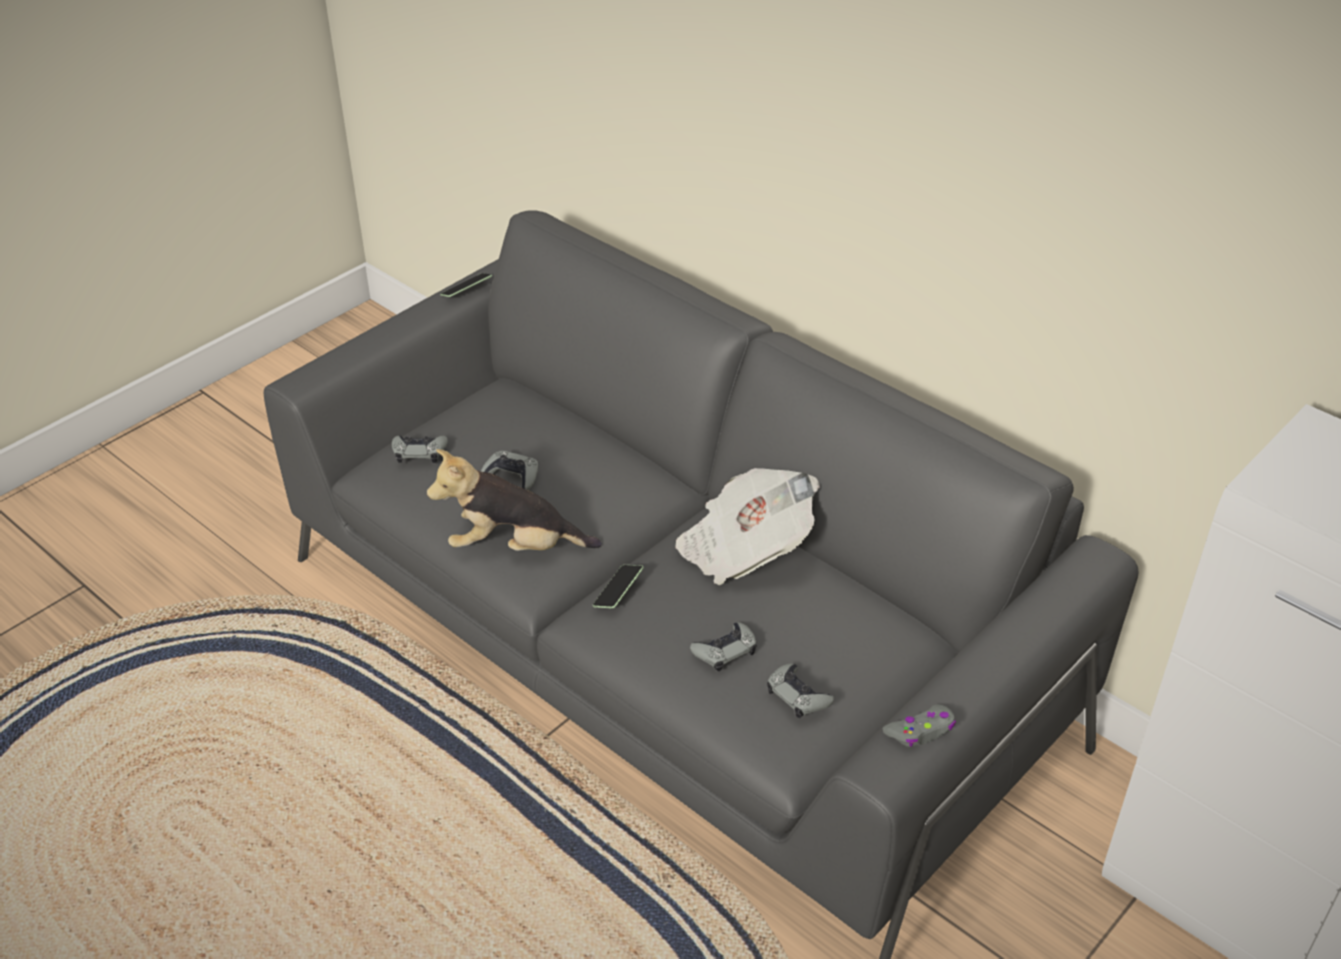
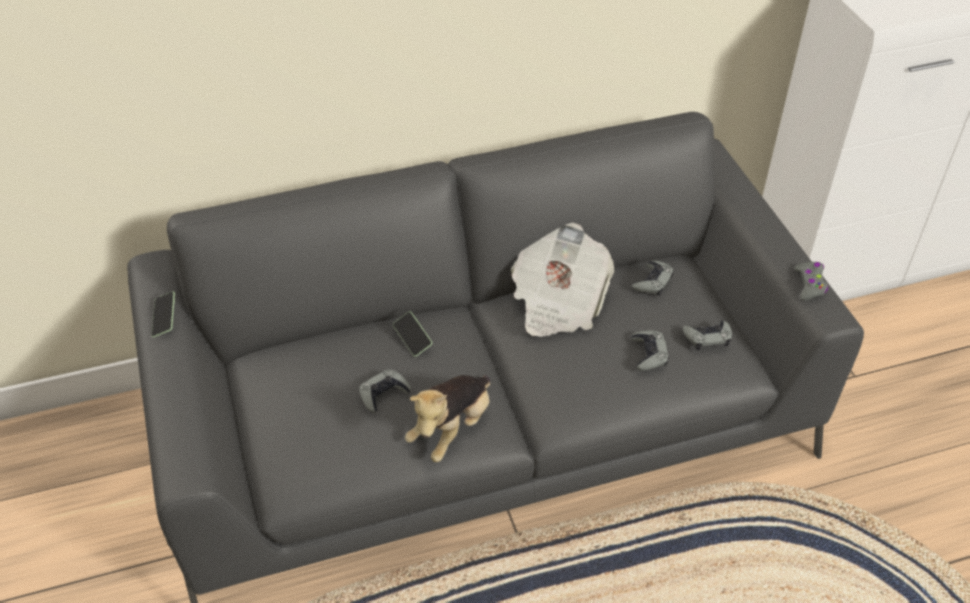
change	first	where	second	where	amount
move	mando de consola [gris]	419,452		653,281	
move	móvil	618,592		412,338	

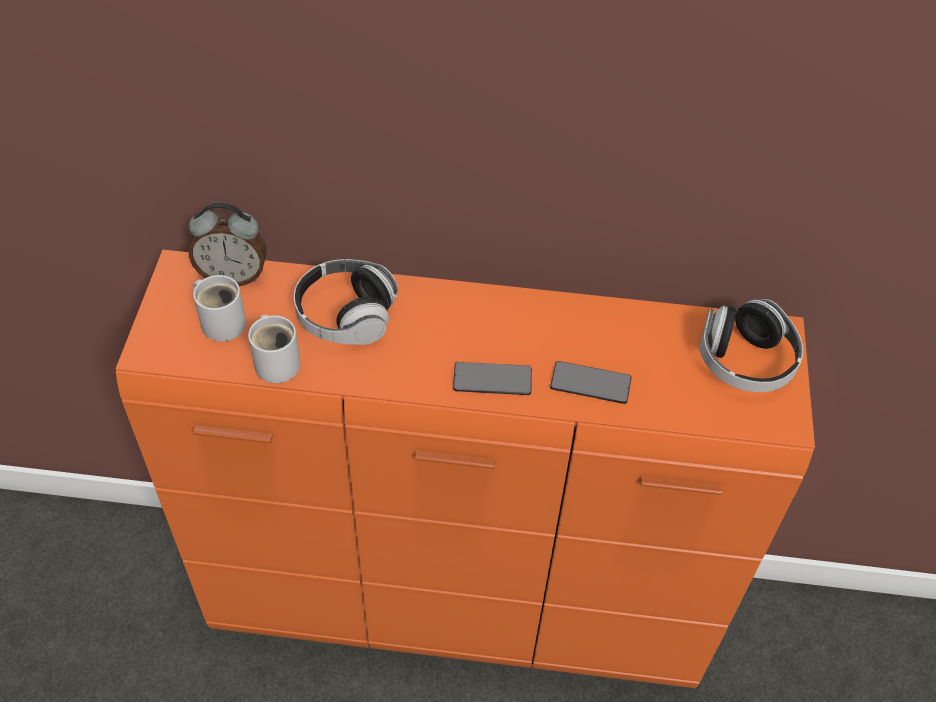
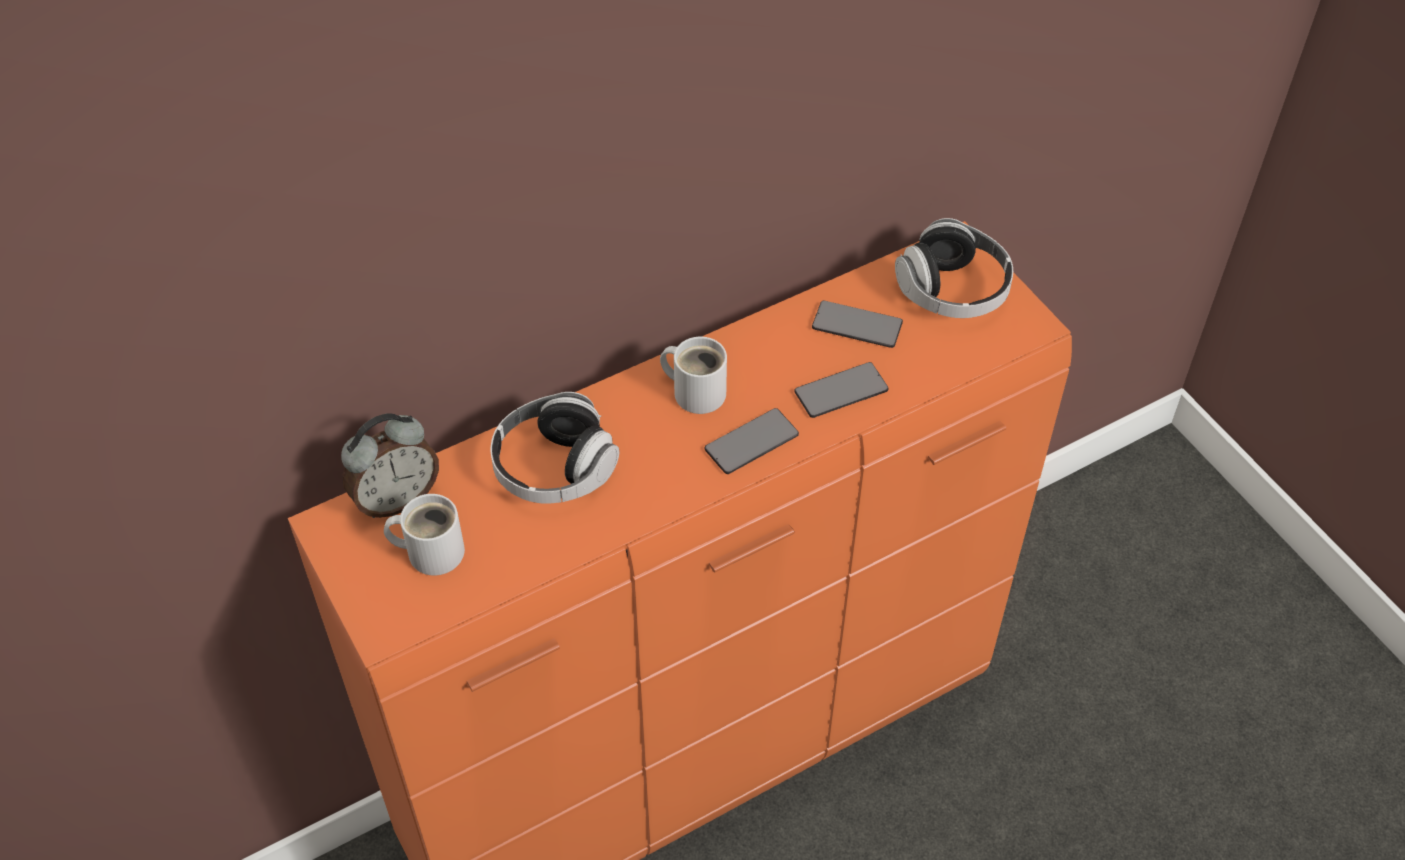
change	first	where	second	where	amount
move	taza grande [blanco]	278,361		696,390	
insert			móvil	857,325	

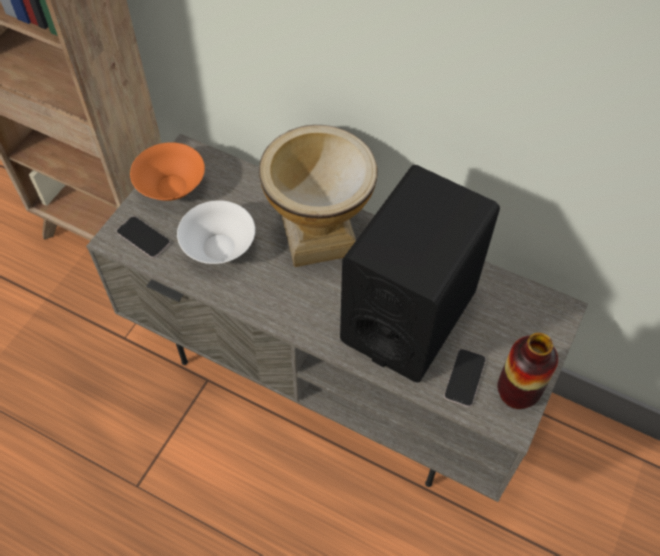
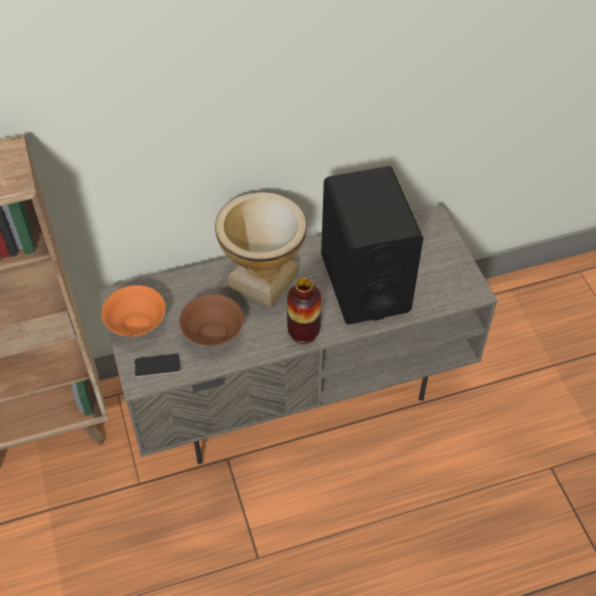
change	first	where	second	where	amount
recolor	cuenco [blanco]	220,247	cuenco [marrón]	213,333	
move	florero	517,392		303,333	
delete	móvil	465,378			

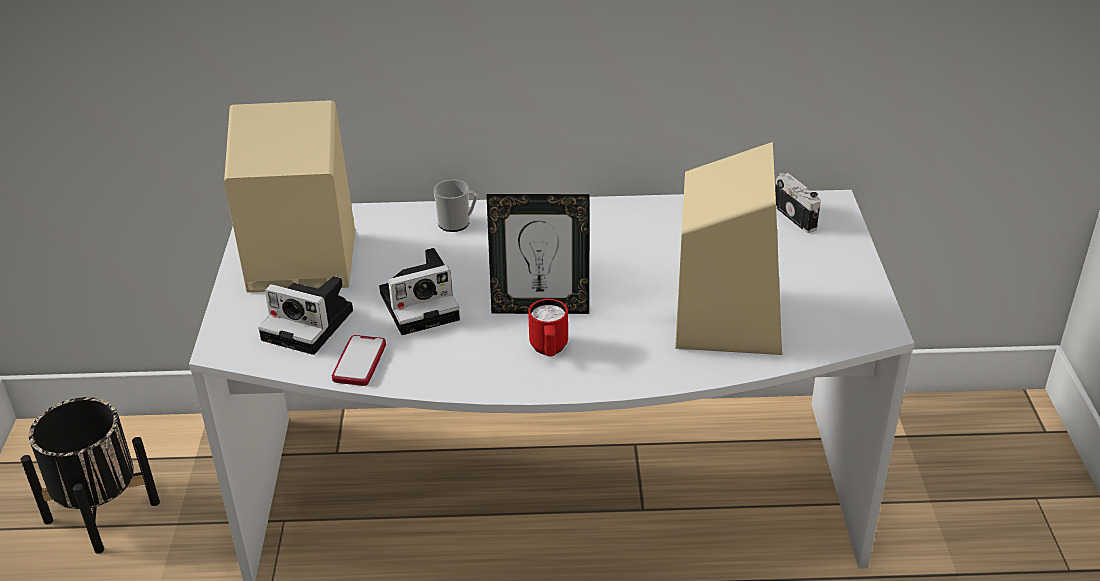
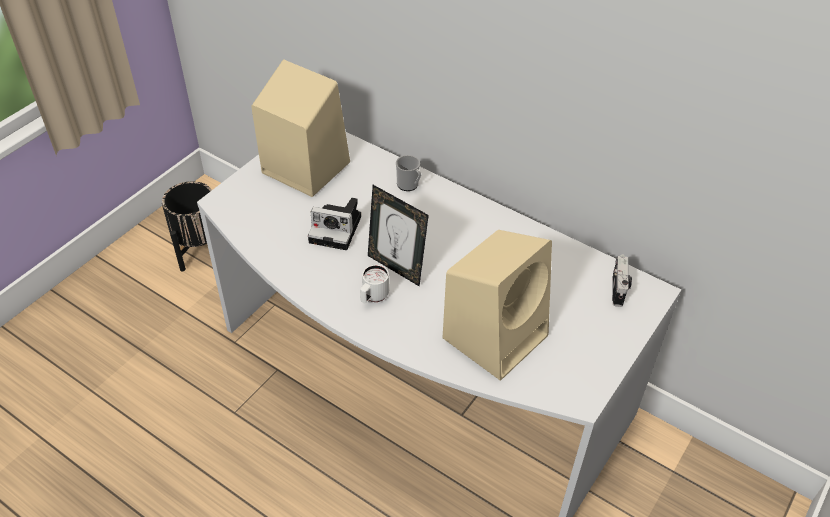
change	first	where	second	where	amount
delete	cámara	311,325			
recolor	taza grande [rojo]	549,350	taza grande [blanco]	373,297	
delete	móvil	359,362			

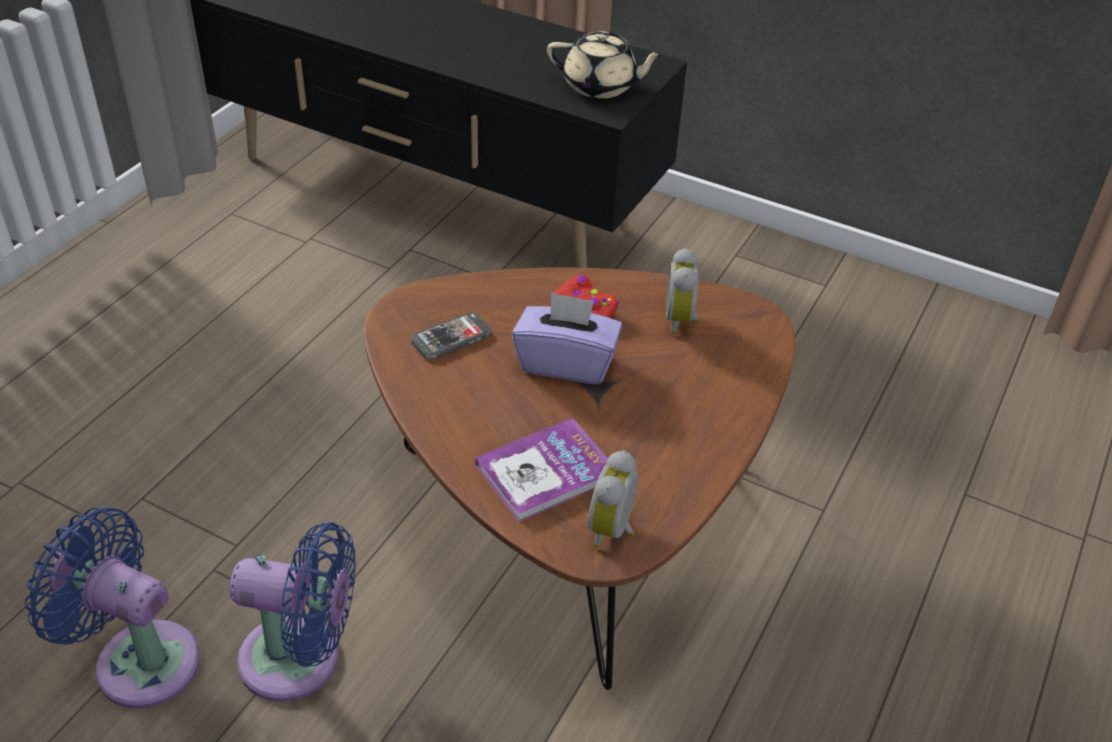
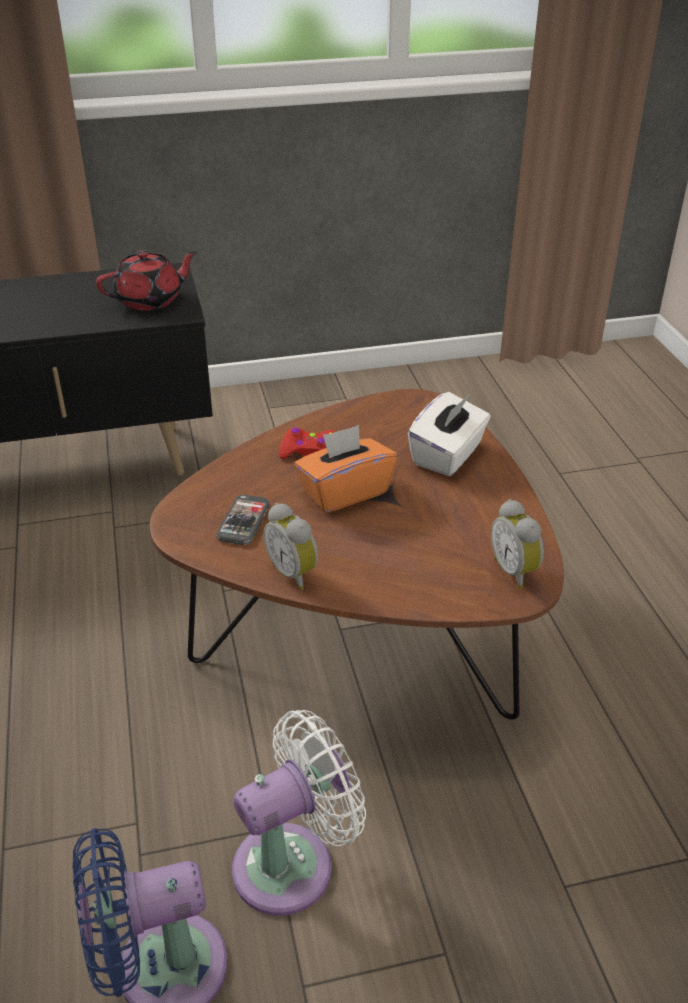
change	first	where	second	where	amount
recolor	tetera [beis]	601,86	tetera [rojo]	150,300	
move	despertador	682,320		295,572	
recolor	caja de pañuelos [morado]	566,362	caja de pañuelos [naranja]	345,492	
delete	libro	546,472			
recolor	ventilador [azul]	300,660	ventilador [blanco]	293,863	
insert			caja de pañuelos [blanco]	448,455	

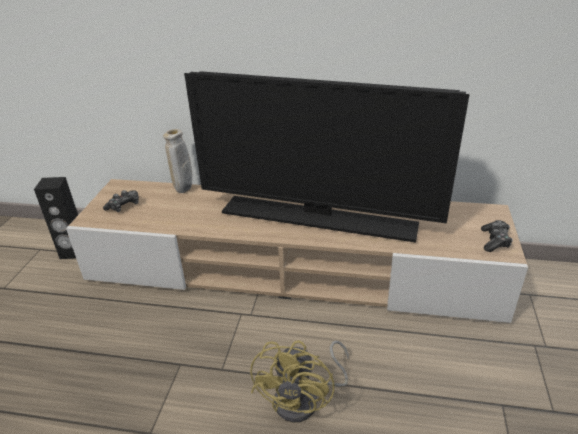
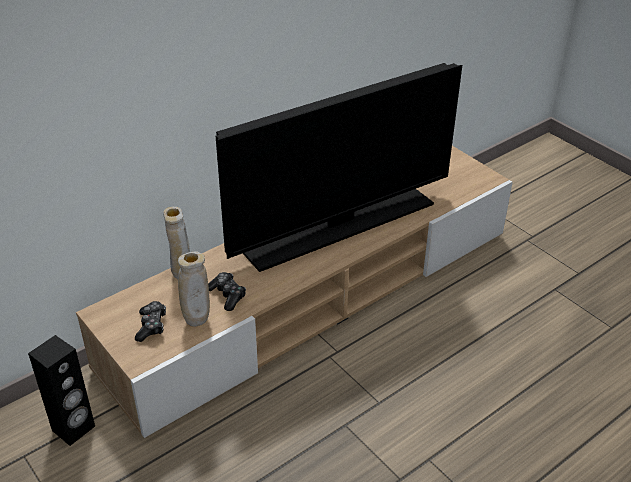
change	first	where	second	where	amount
move	mando de consola	495,241		227,295	
delete	ventilador [amarillo]	305,400			
insert			florero [beis]	197,321	

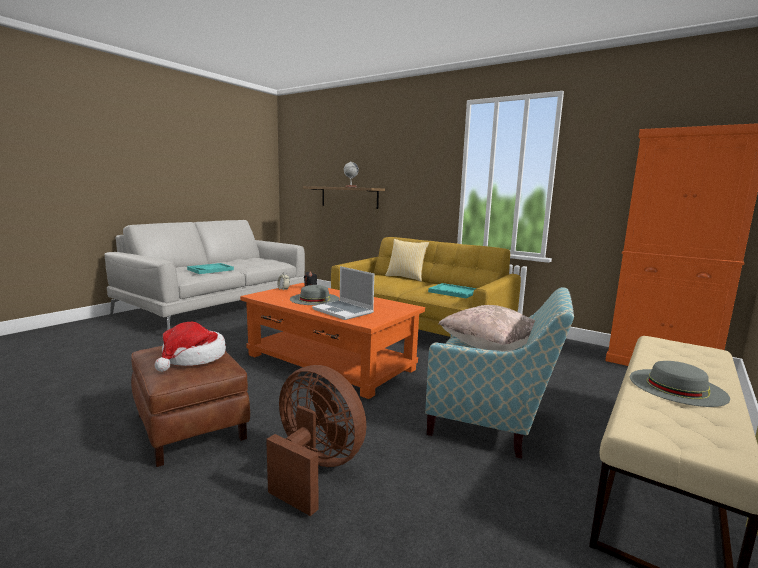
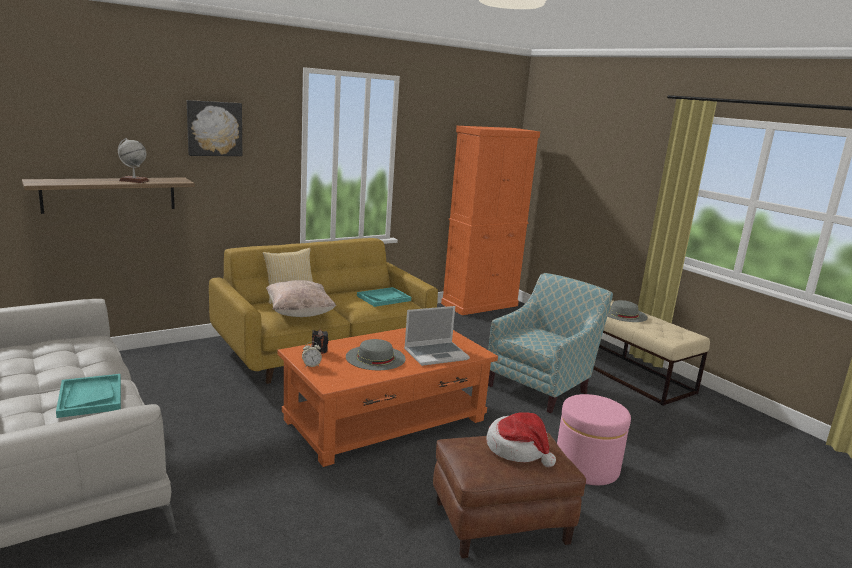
change	first	where	second	where	amount
move	cojín [beis]	490,347		299,313	
replace	ventilador [marrón]	314,469	puf [rosa]	586,467	
insert			cuadro	214,128	

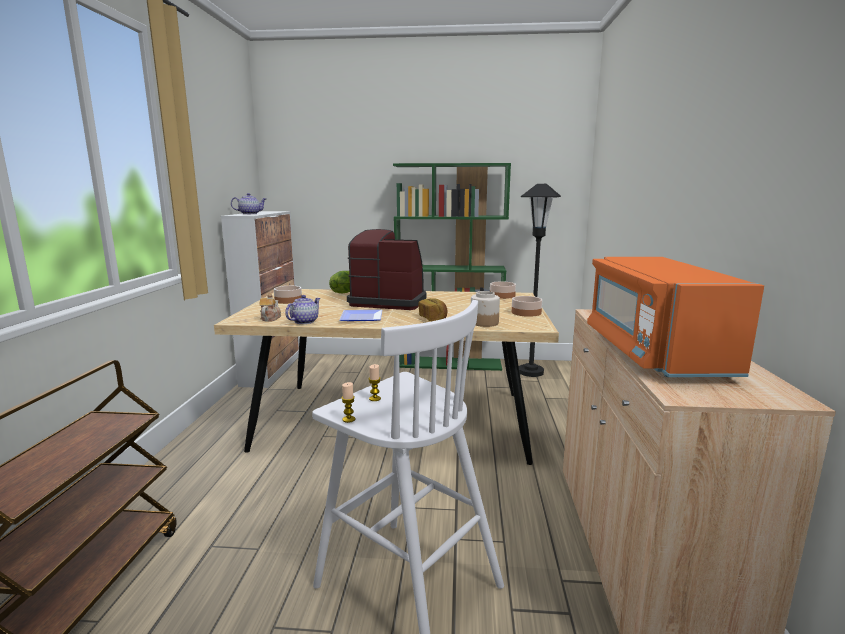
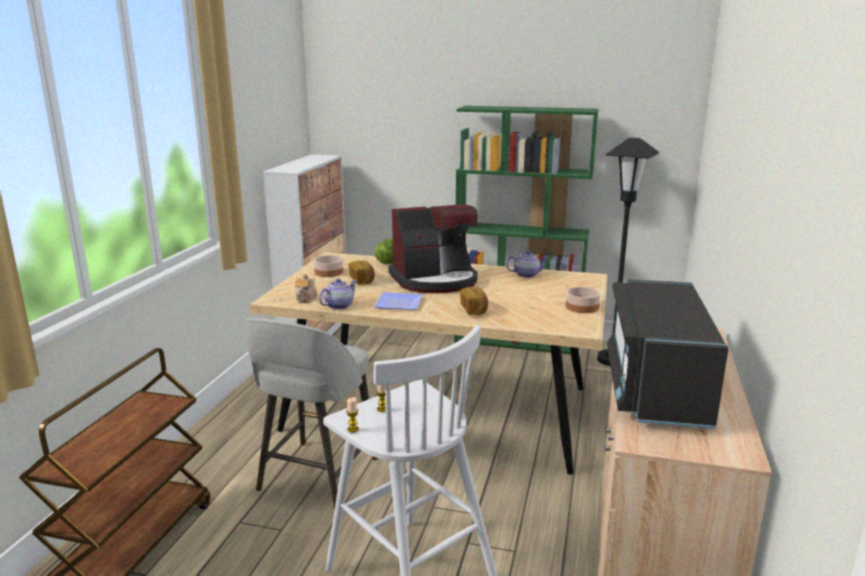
change	first	where	second	where	amount
move	tetera	250,214		526,275	
rotate	cafetera	389,302		435,280	135 degrees clockwise
recolor	microondas [naranja]	653,352	microondas [negro]	655,387	
delete	cuenco	502,296			
delete	tarro	484,323			
insert			pan	362,281	
insert			taburete [gris]	316,476	

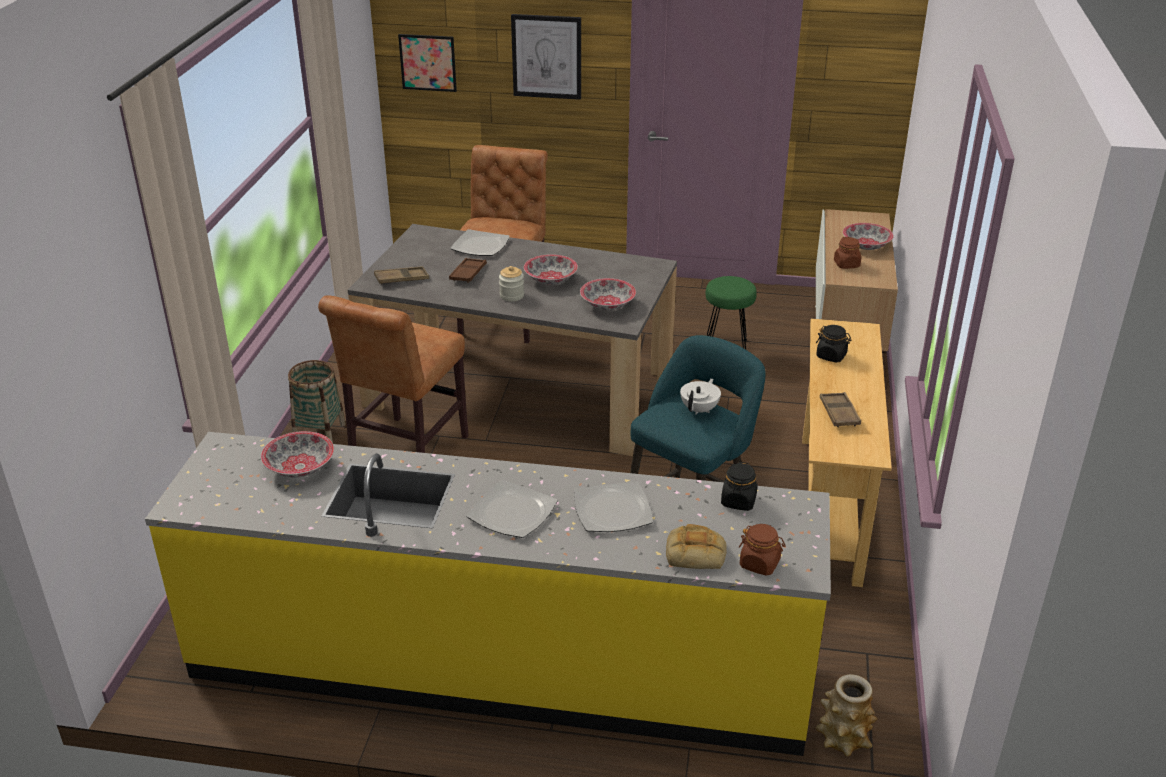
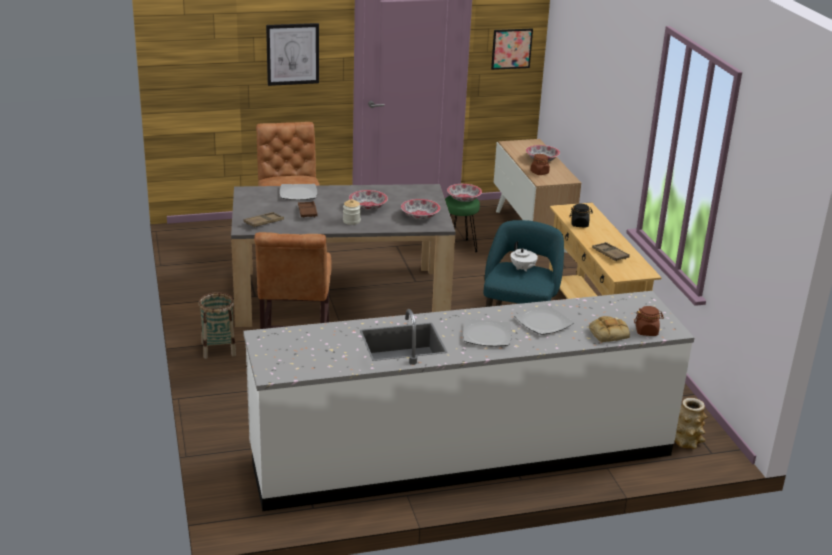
change	first	where	second	where	amount
move	cuadro	428,62		511,48	
rotate	tetera [blanco]	700,409		522,268	150 degrees clockwise
move	cuenco	300,467		464,199	
recolor	mueble bajo de cocina [amarillo]	500,665	mueble bajo de cocina [blanco]	462,454	
delete	tarro [negro]	738,501			

